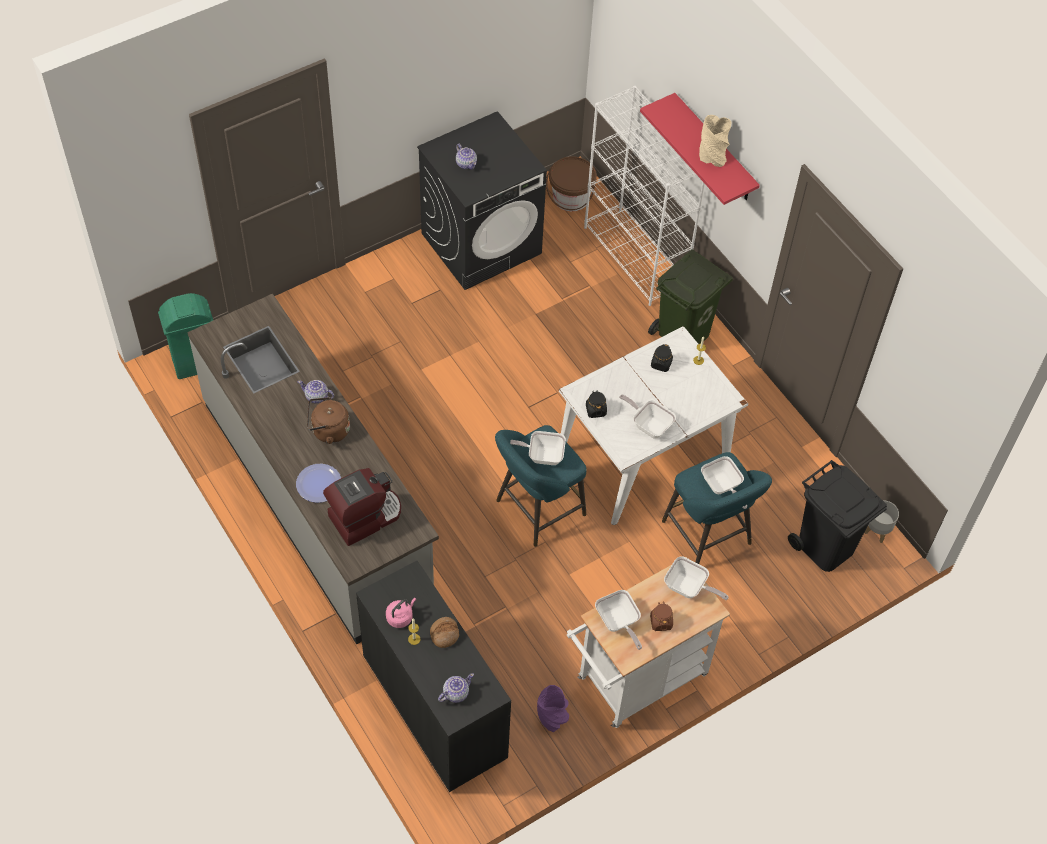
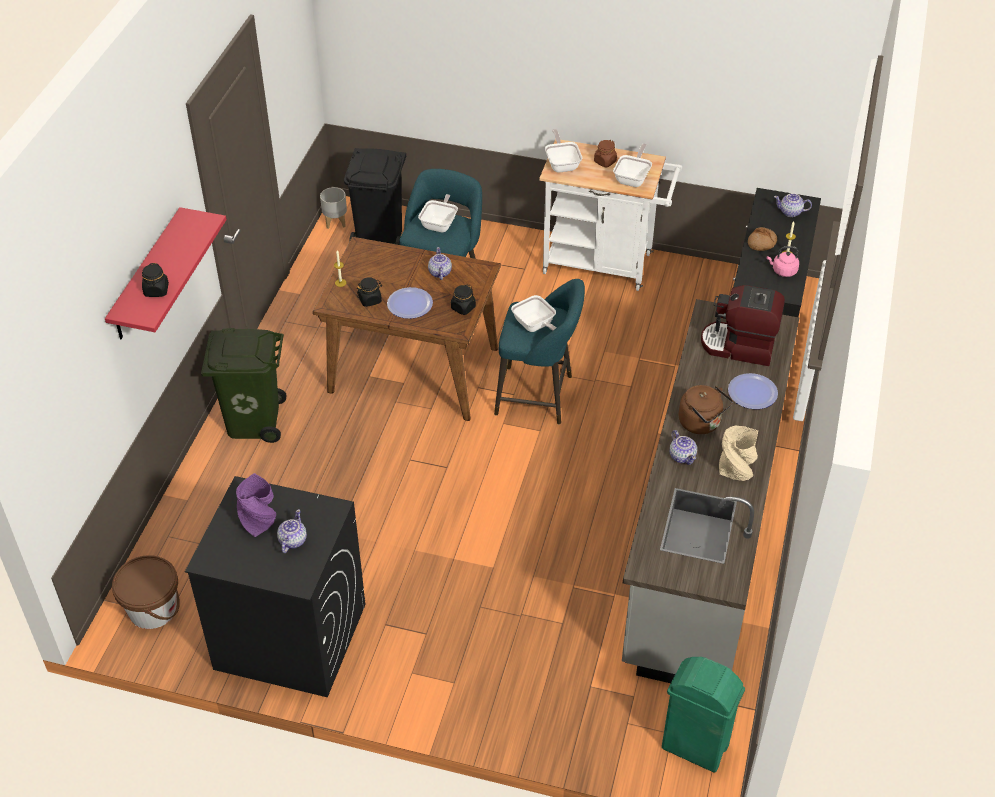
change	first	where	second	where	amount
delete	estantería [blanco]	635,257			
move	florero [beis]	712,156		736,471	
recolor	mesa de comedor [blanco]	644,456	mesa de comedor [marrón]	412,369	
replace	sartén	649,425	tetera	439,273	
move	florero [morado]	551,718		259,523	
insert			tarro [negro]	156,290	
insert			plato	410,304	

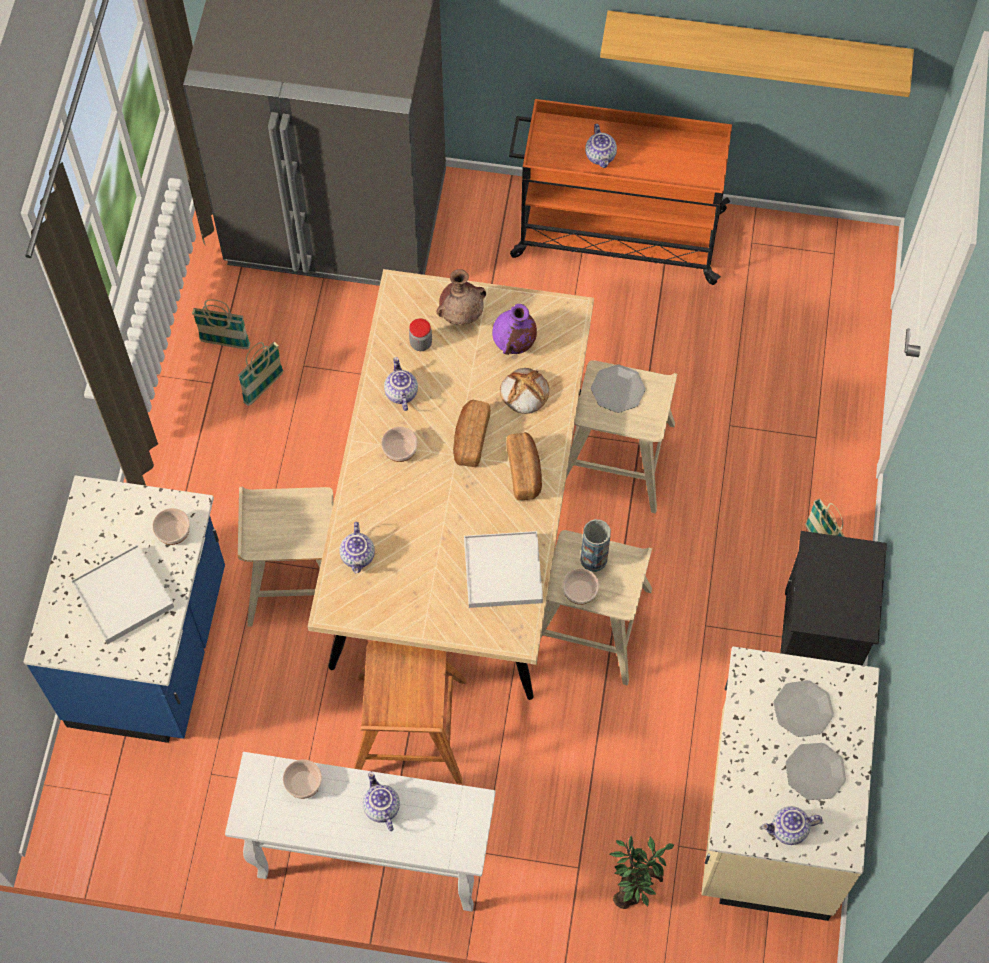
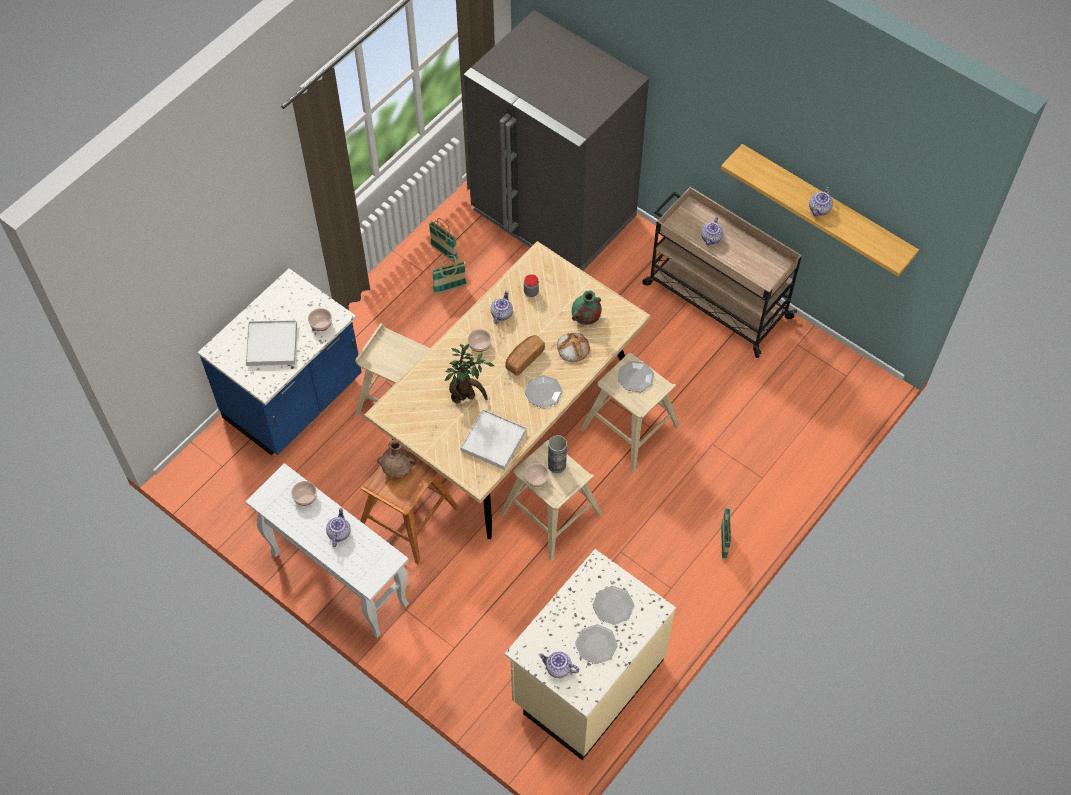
change	first	where	second	where	amount
recolor	carrito [naranja]	615,234	carrito [beis]	715,300	
move	florero [marrón]	462,314		398,469	
recolor	florero [morado]	514,343	florero [verde]	585,318	
replace	pan	524,471	plato	543,392	
move	tetera	358,556		819,209	
delete	mesita de noche [negro]	820,640			
move	planta en maceta	634,891		466,397	

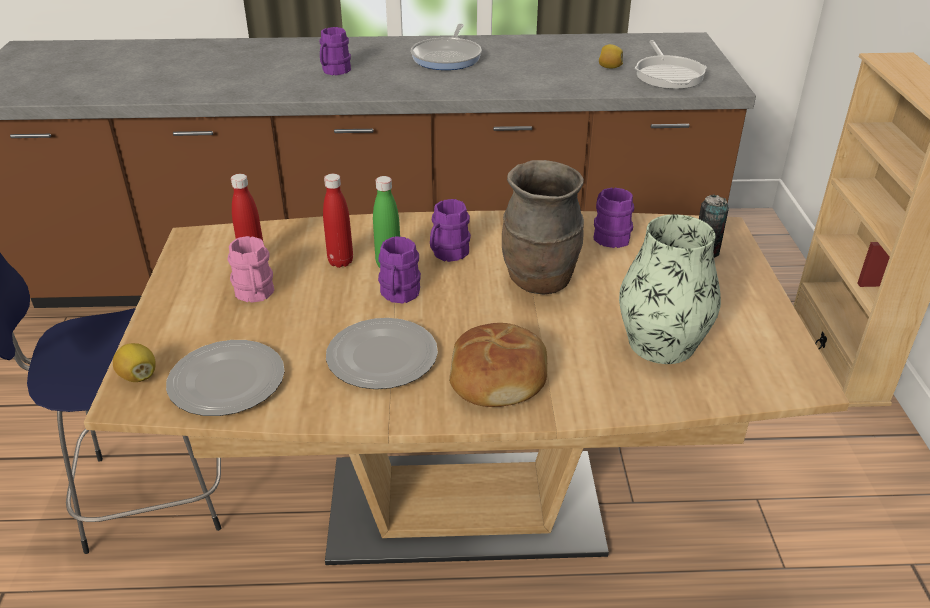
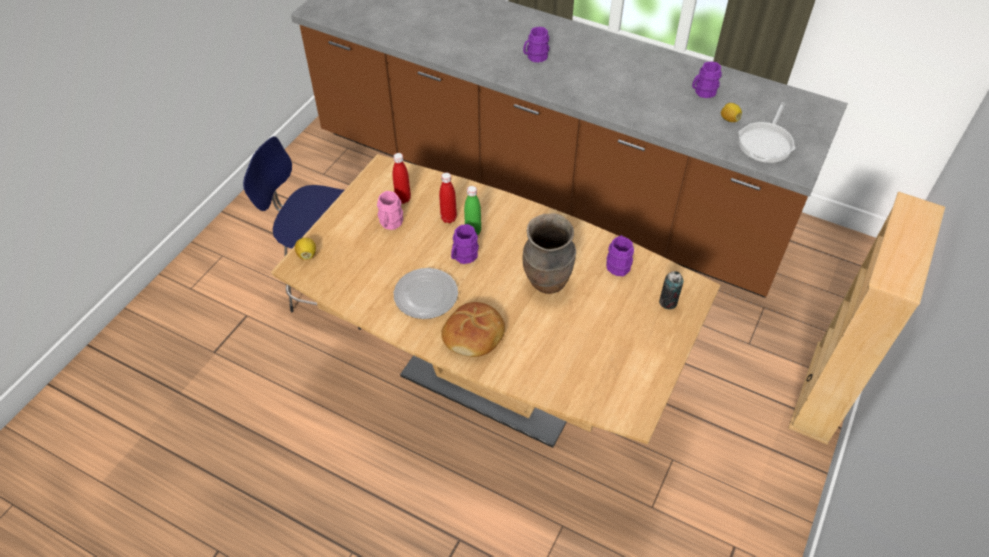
change	first	where	second	where	amount
delete	sartén	448,57			
move	taza grande [morado]	447,253		702,92	
delete	florero	661,343			
delete	plato	226,380			

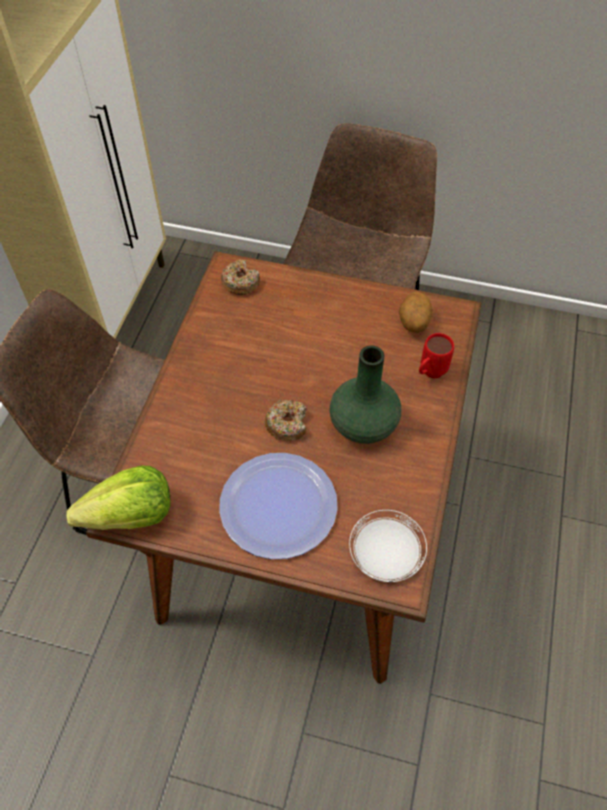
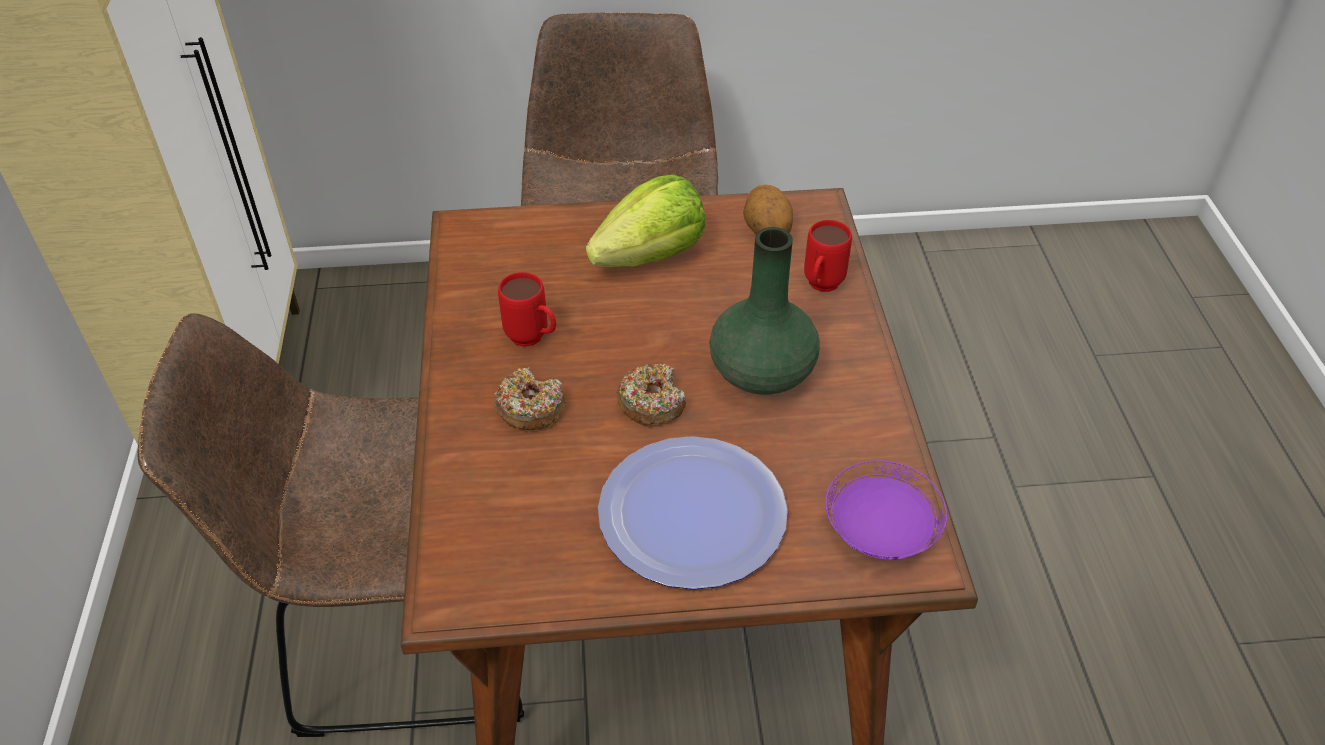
change	first	where	second	where	amount
move	rosquilla	240,282		530,408	
move	lechuga	131,516		651,256	
recolor	plato [blanco]	385,554	plato [morado]	879,531	
insert			taza grande [rojo]	533,340	

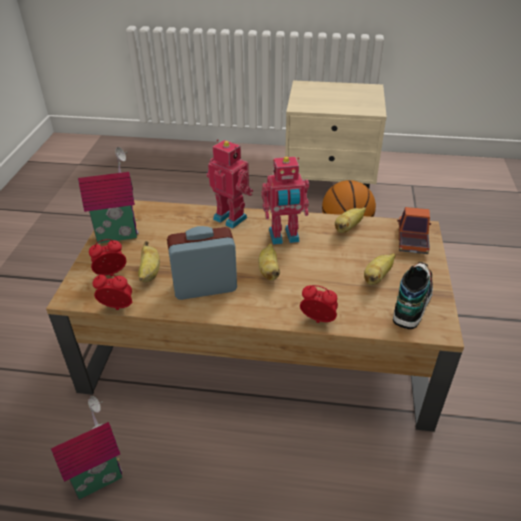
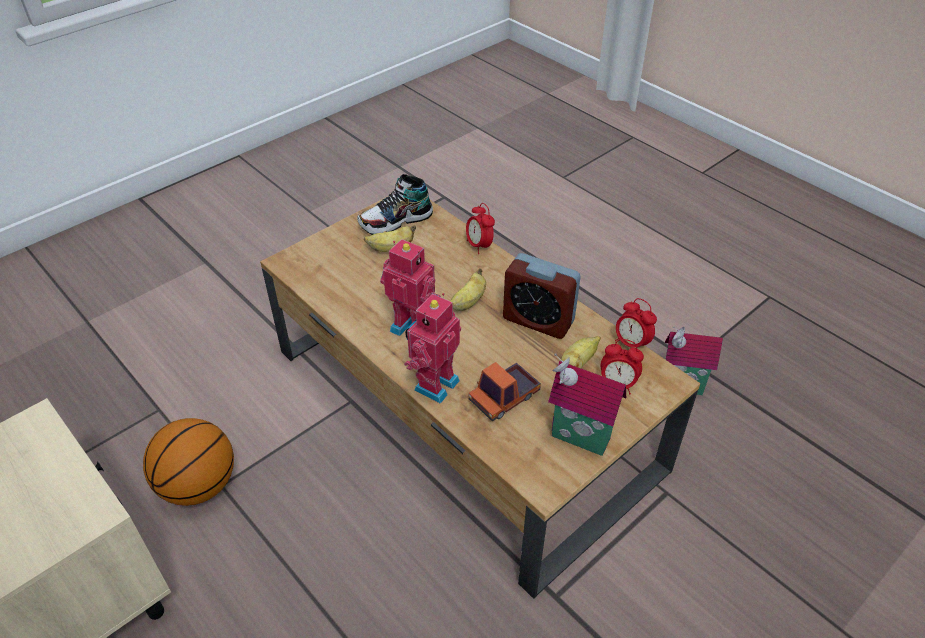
change	first	where	second	where	amount
rotate	robot de juguete	231,217		434,384	45 degrees clockwise
delete	plátano	348,228			
move	camión de juguete	412,241		504,397	

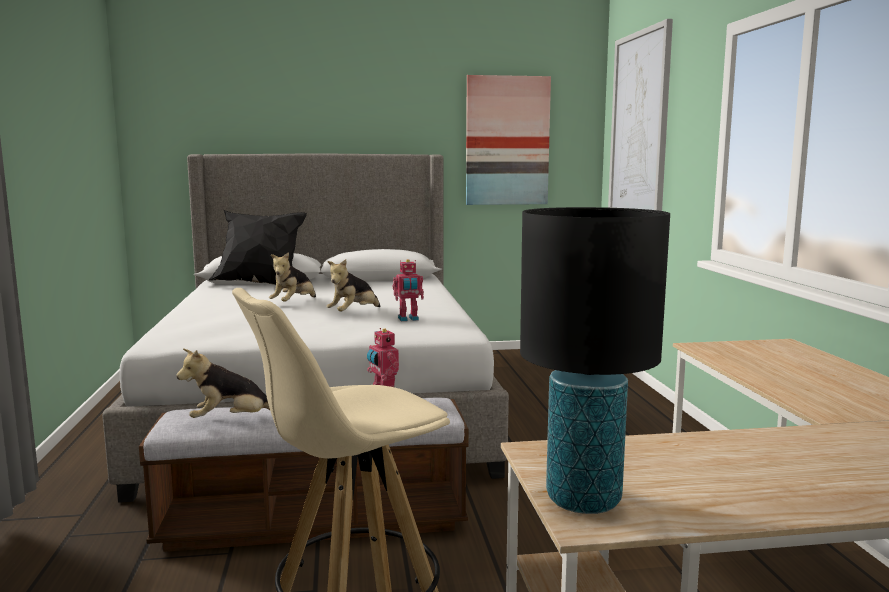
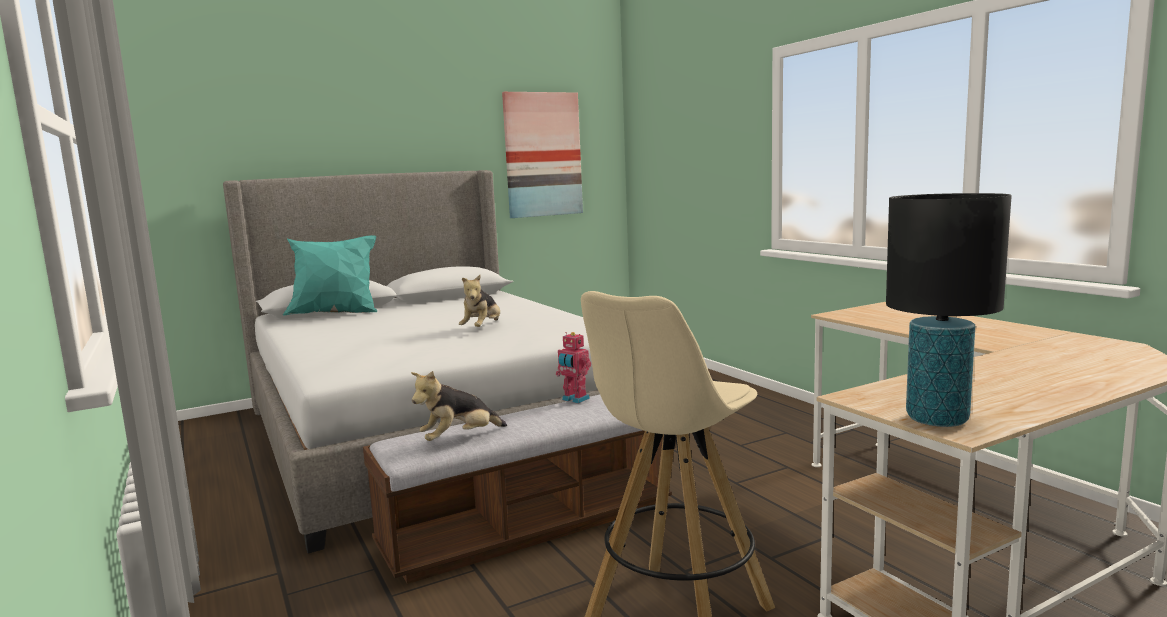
change	first	where	second	where	amount
delete	cuadro	639,126			
recolor	cojín [negro]	260,285	cojín [turquesa]	336,315	
delete	peluche	294,303			
delete	robot de juguete	408,319			

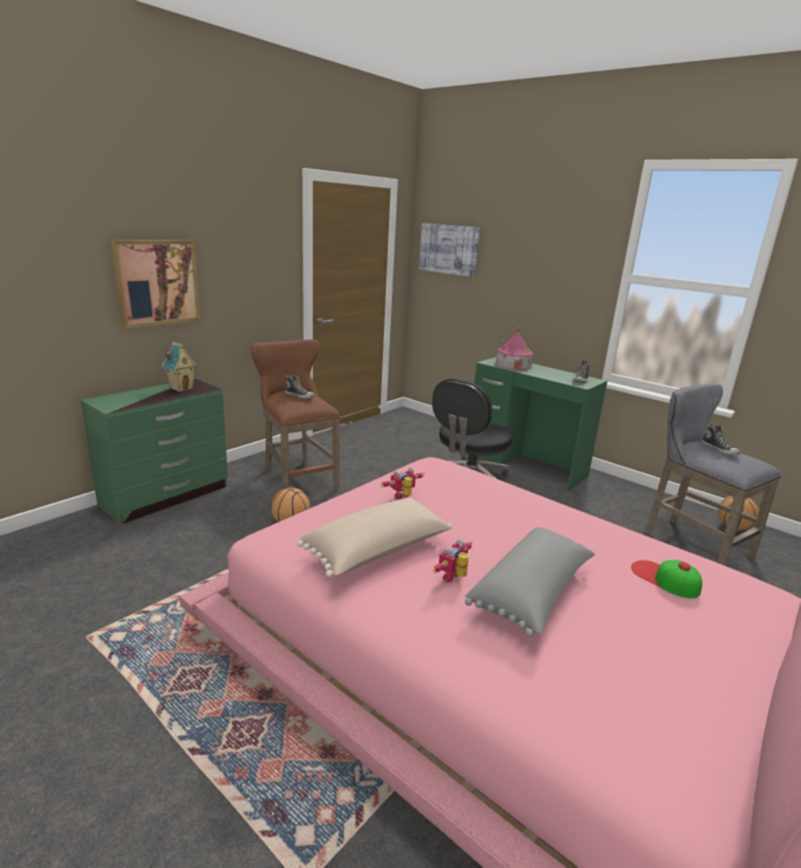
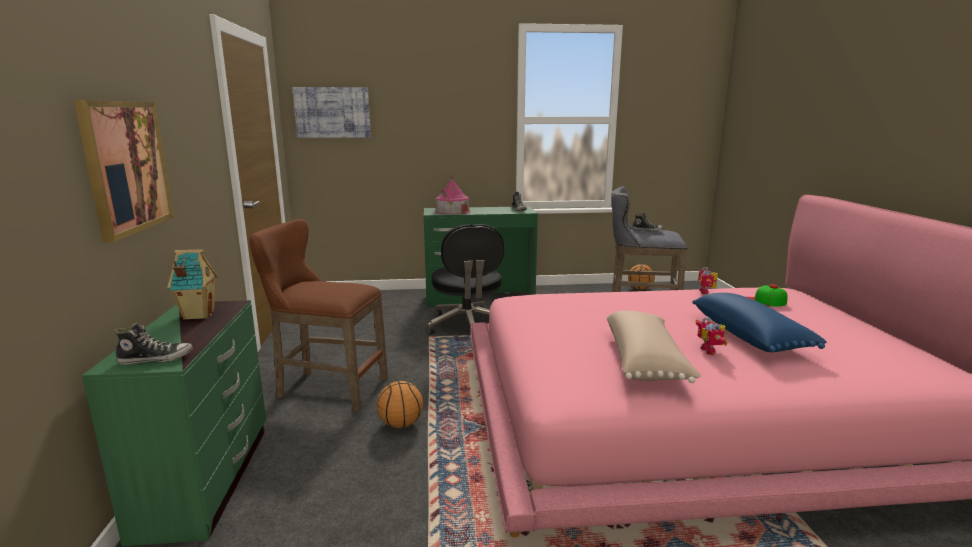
change	first	where	second	where	amount
move	zapato	300,396		156,359	
move	robot de juguete	403,497		706,292	
recolor	cojín [gris]	533,593	cojín [azul]	751,336	

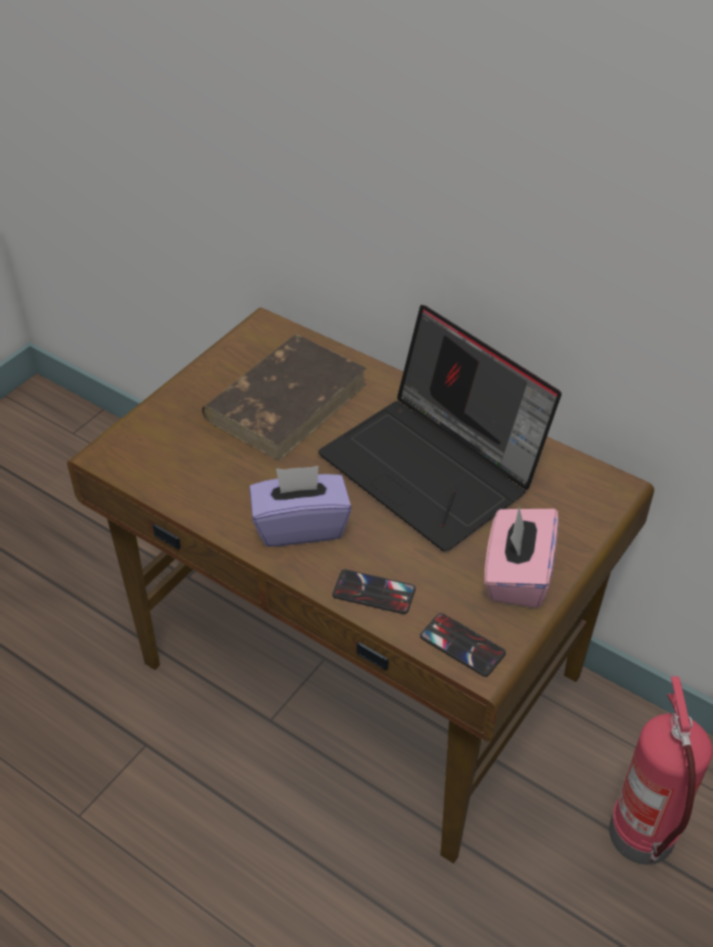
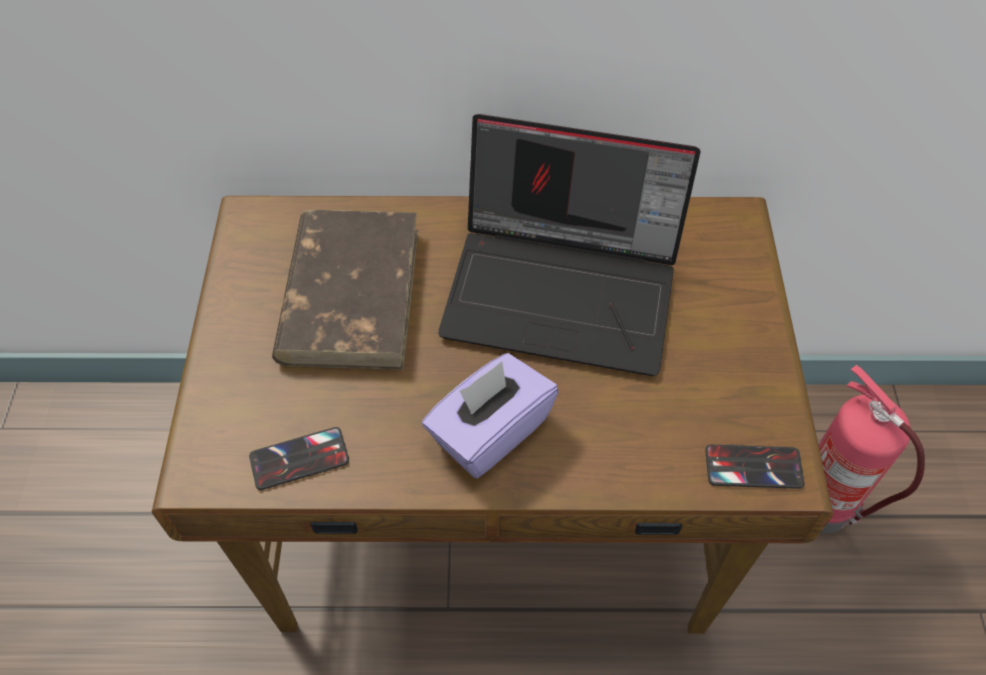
change	first	where	second	where	amount
delete	caja de pañuelos [rosa]	517,575			
move	móvil	373,592		299,459	

